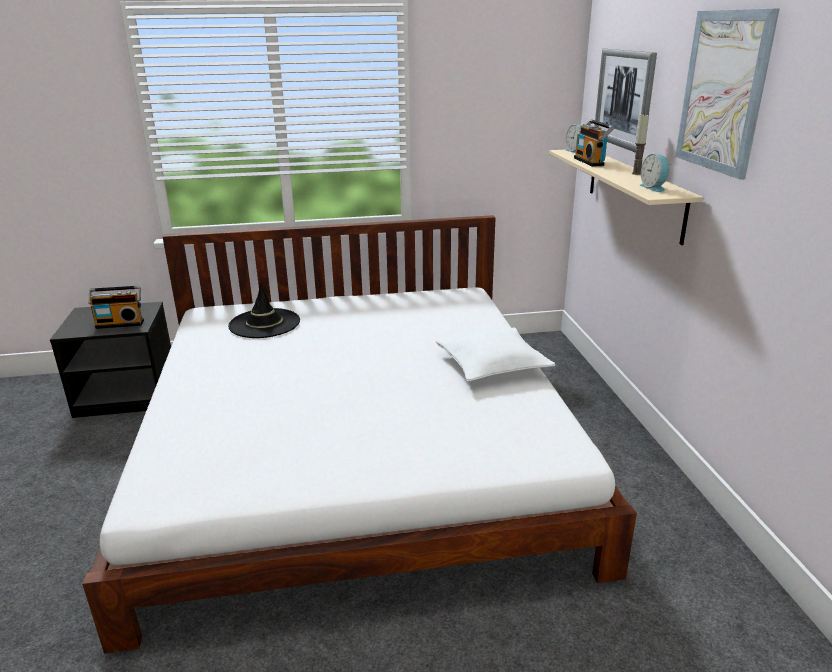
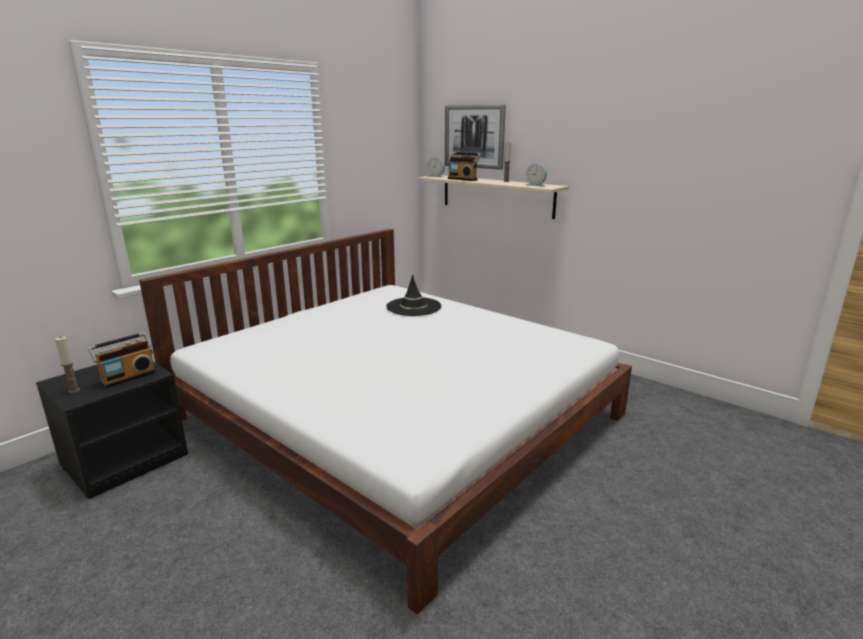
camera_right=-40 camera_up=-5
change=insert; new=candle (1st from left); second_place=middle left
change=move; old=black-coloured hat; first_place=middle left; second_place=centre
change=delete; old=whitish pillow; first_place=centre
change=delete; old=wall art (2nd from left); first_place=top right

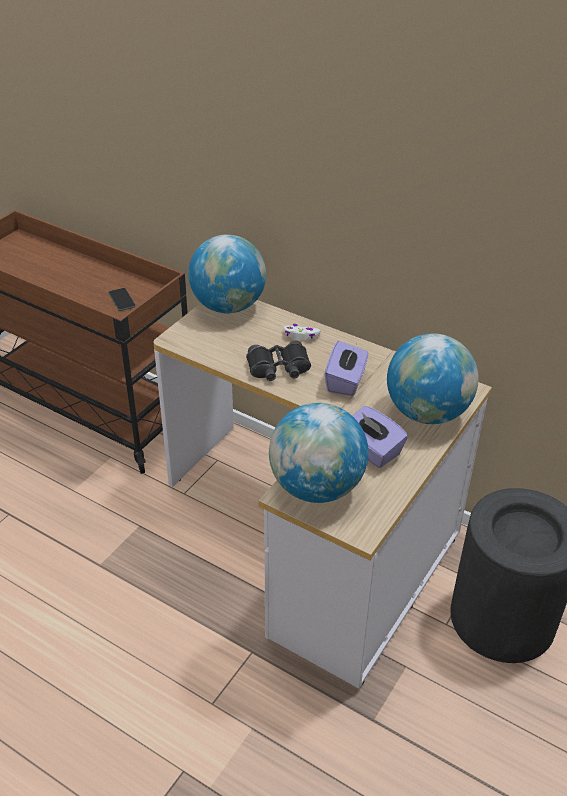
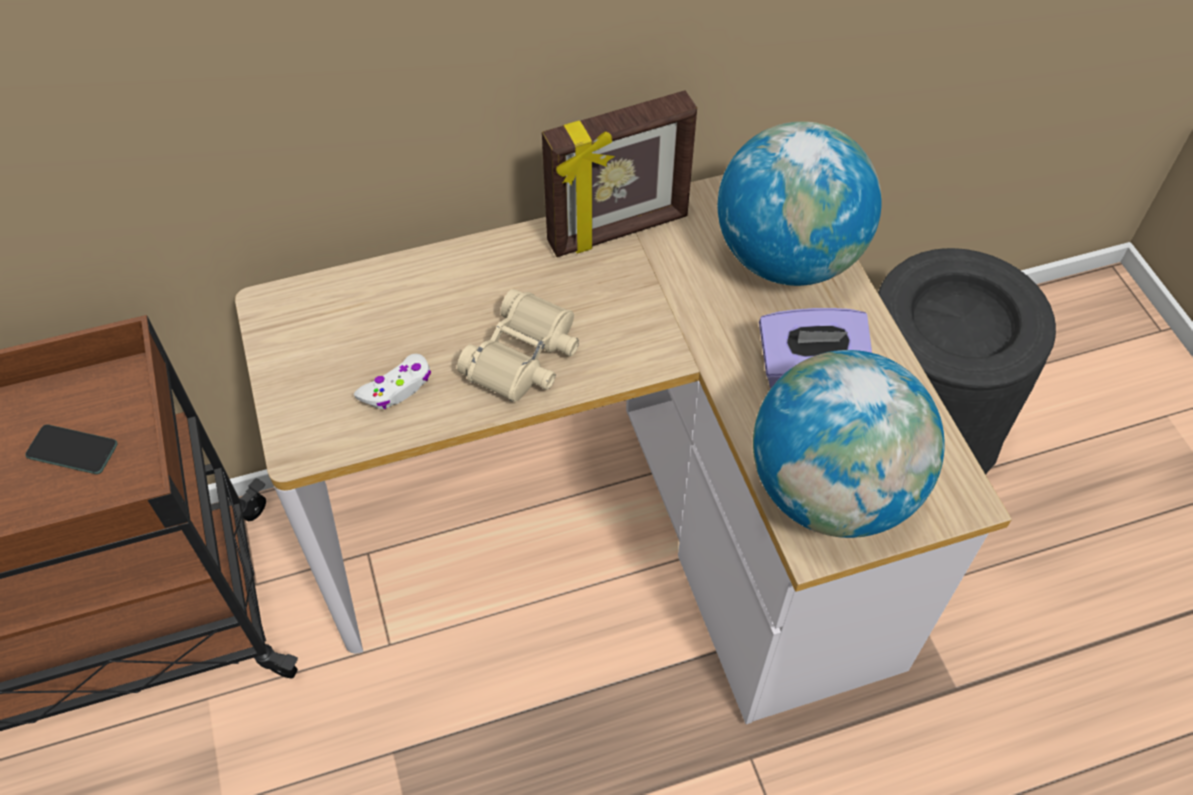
camera_right=-50 camera_up=15
change=move; old=whitish game controller; first_place=centre; second_place=middle left
change=recolor; old=black-coloured field glasses; new=beige field glasses; first_place=centre; second_place=centre
change=insert; new=standing frame; second_place=top centre
change=delete; old=world globe (1st from left); first_place=centre
change=delete; old=purple tissue holder (1st from left); first_place=centre

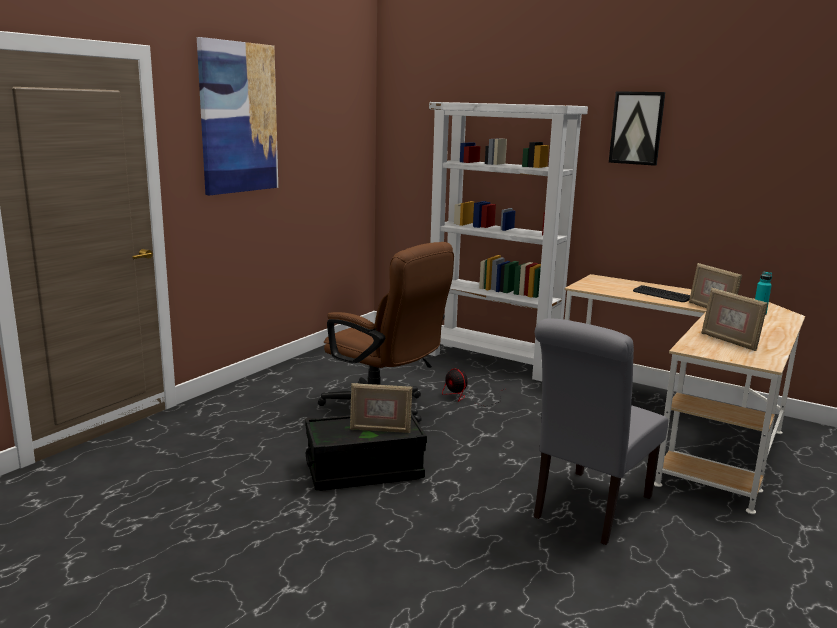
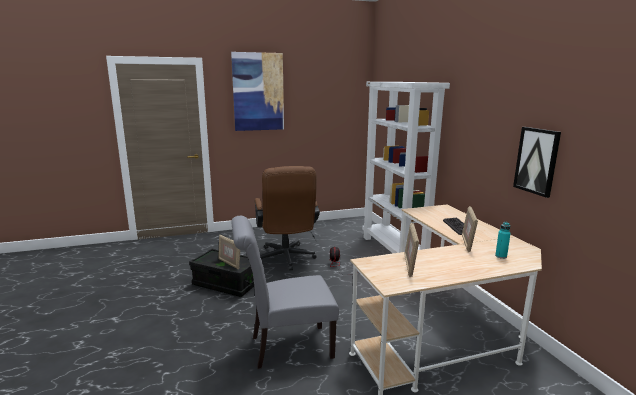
camera_right=40 camera_up=0
change=move; old=wall art (2nd from left); first_place=top right; second_place=middle right

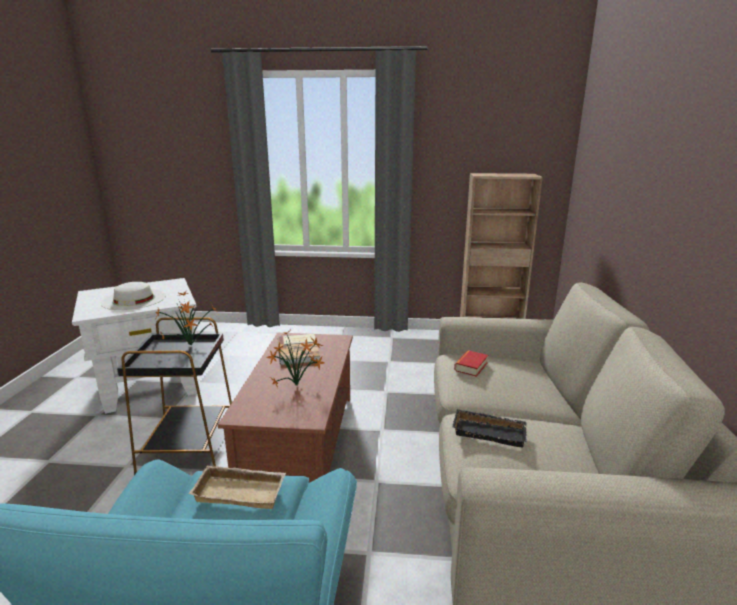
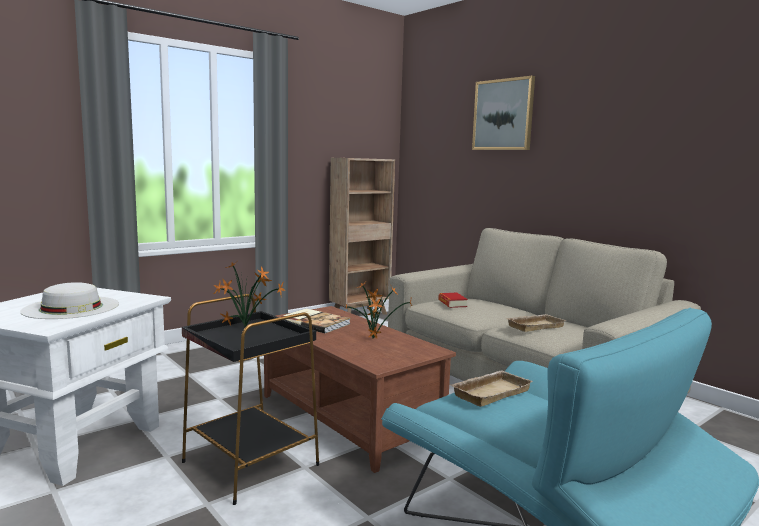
camera_right=-45 camera_up=-10
change=insert; new=wall art; second_place=top centre
change=recolor; old=black-coloured carrying tray; new=beige carrying tray (2nd from left); first_place=bottom centre; second_place=middle right

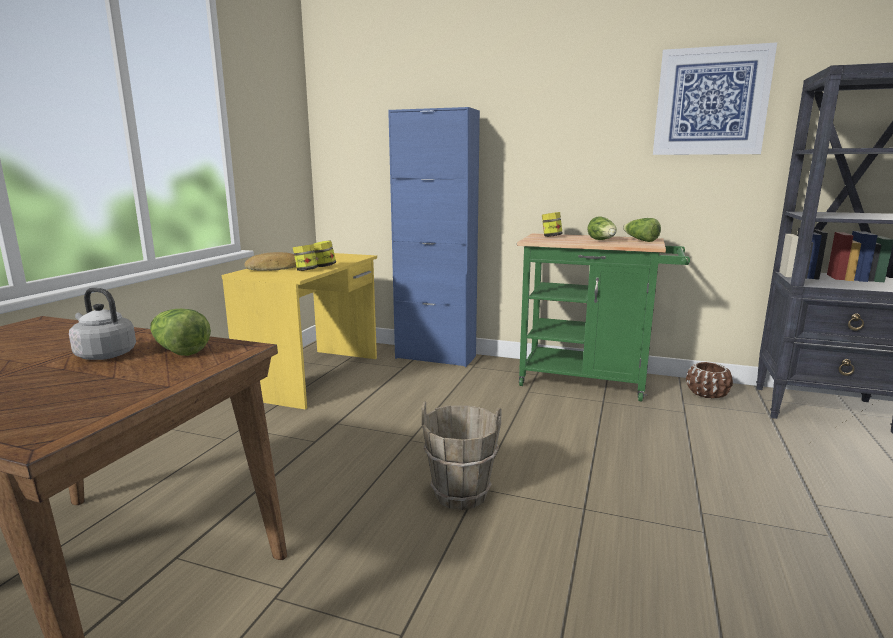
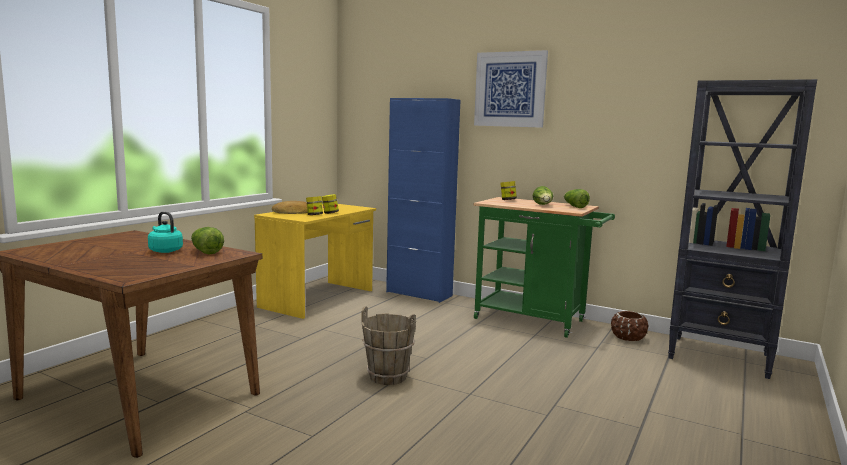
camera_right=10 camera_up=-5
change=recolor; old=greyish tea kettle; new=blue-green tea kettle; first_place=middle left; second_place=middle left
change=move; old=wall art; first_place=top right; second_place=top centre

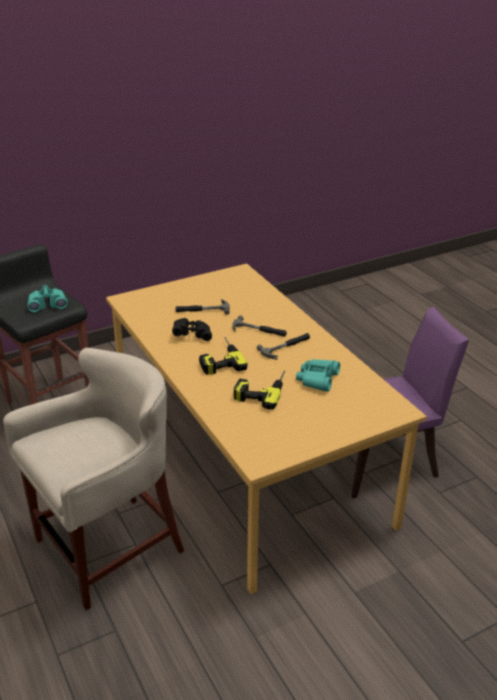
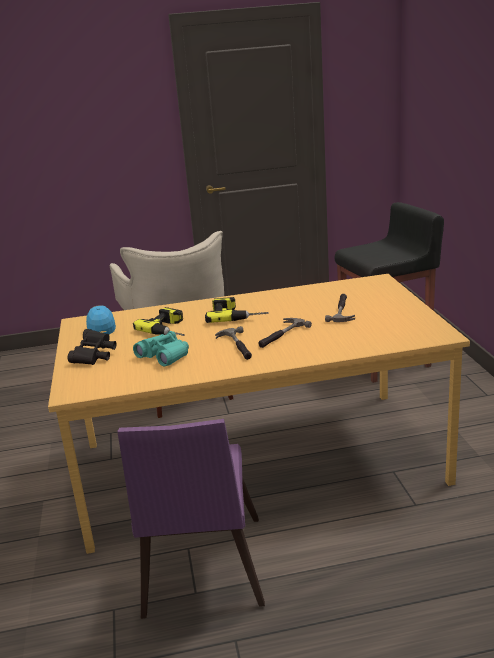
camera_right=110 camera_up=-10
change=move; old=black-coloured field glasses; first_place=centre; second_place=middle left
change=insert; new=bluish cap; second_place=middle left
change=delete; old=blue-green field glasses (1st from left); first_place=middle left

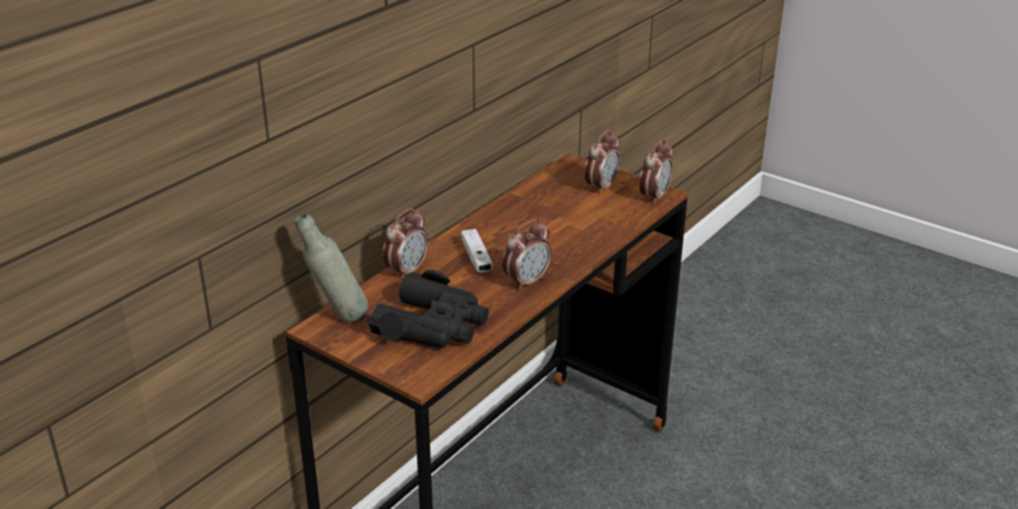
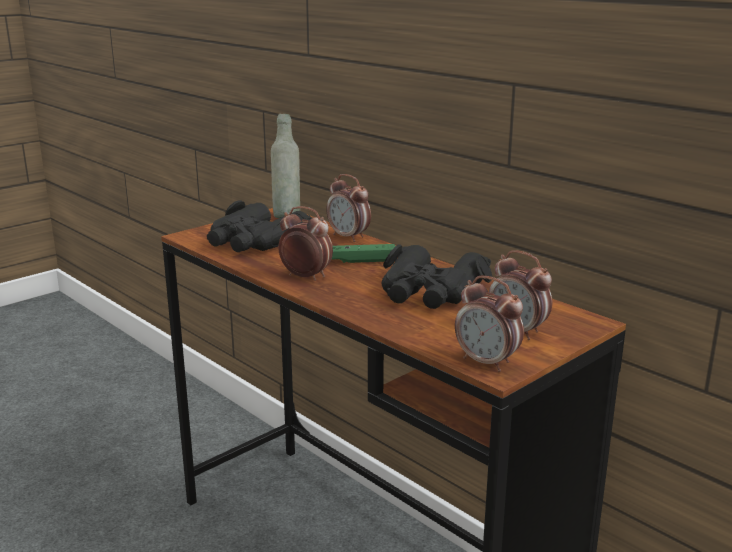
camera_right=100 camera_up=-10
change=rotate; old=table clock (2nd from left in the first image); first_place=centre; second_place=centre; degrees=150
change=recolor; old=whitish game controller; new=greenish game controller; first_place=centre; second_place=centre
change=insert; new=black-coloured field glasses (2nd from left); second_place=centre

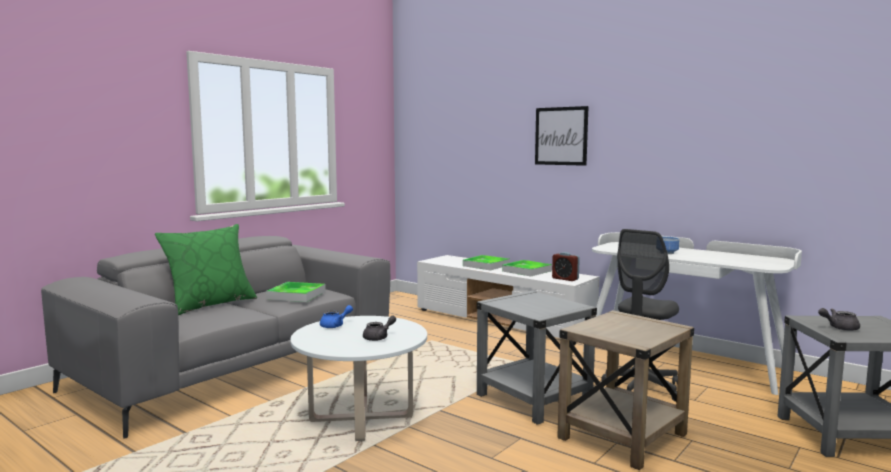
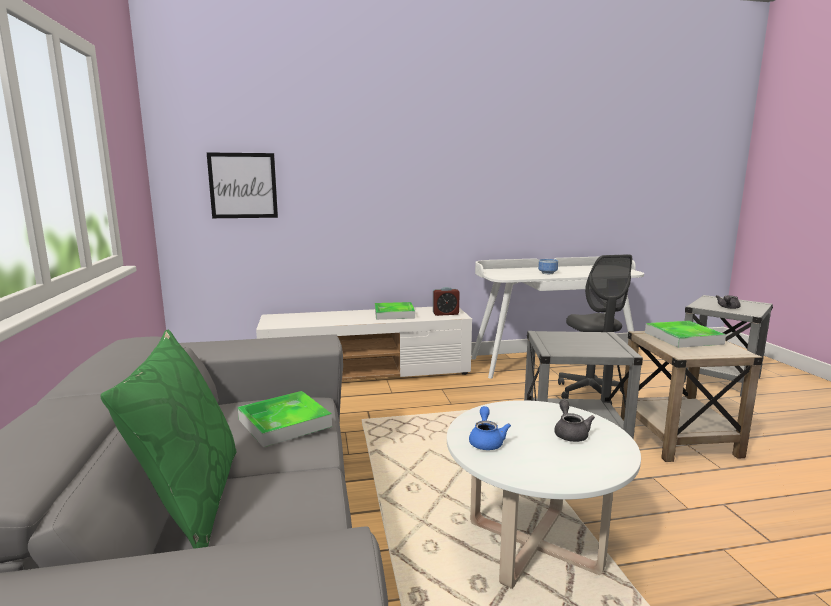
camera_right=-50 camera_up=5
change=move; old=wall art; first_place=top centre; second_place=top left
change=move; old=carrying tray (2nd from left in the first image); new=carrying tray (3rd from left); first_place=centre; second_place=middle right

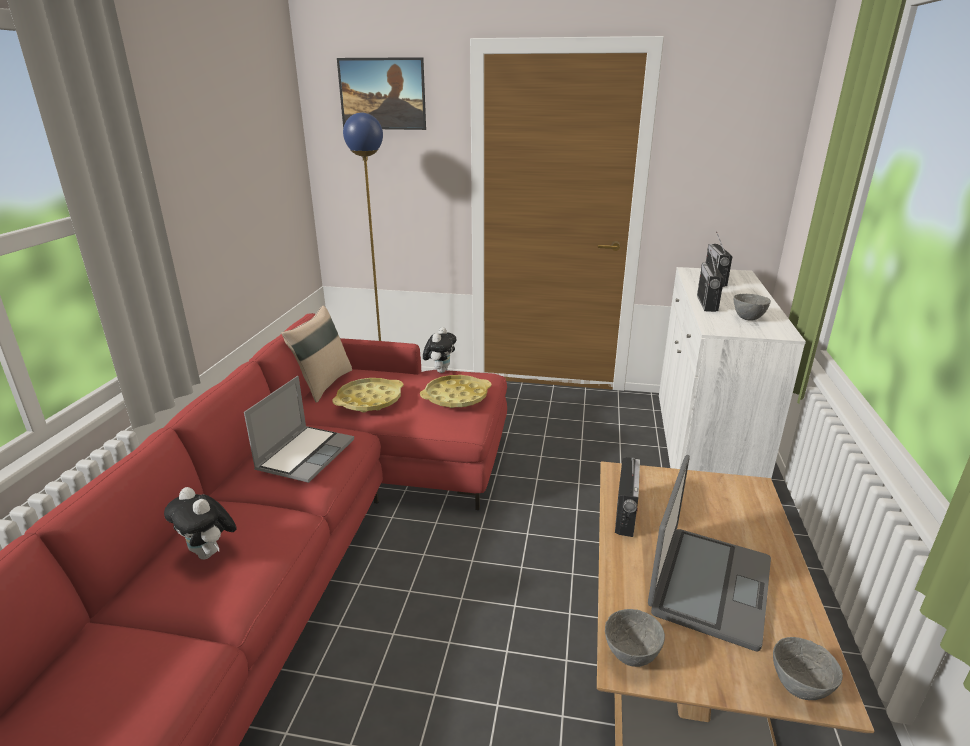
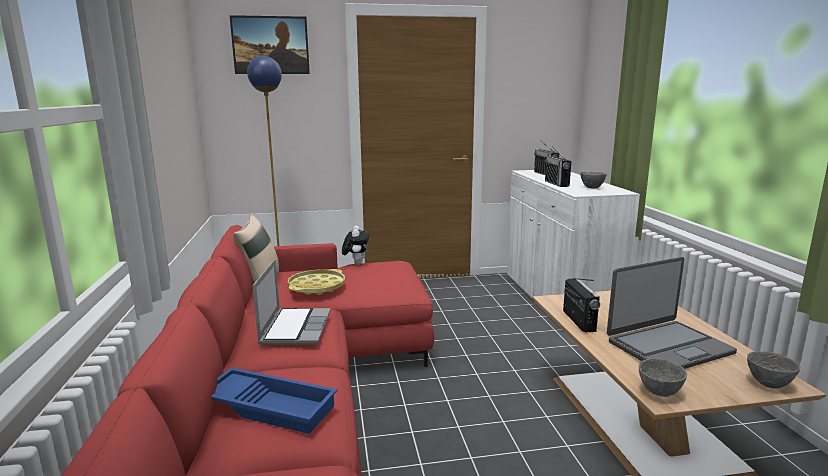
camera_right=-20 camera_up=-10
change=replace; old=plush toy (1st from left); new=bluish carrying tray; first_place=bottom left; second_place=bottom left
change=rotate; old=portable computer (2nd from left); first_place=bottom right; second_place=middle right; degrees=60
change=delete; old=yellow-coloured carrying tray (2nd from left); first_place=centre

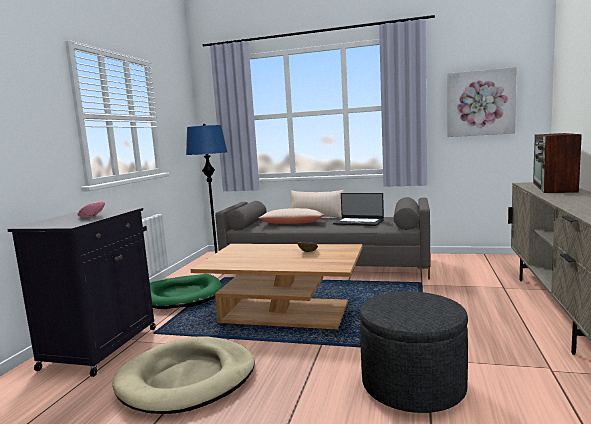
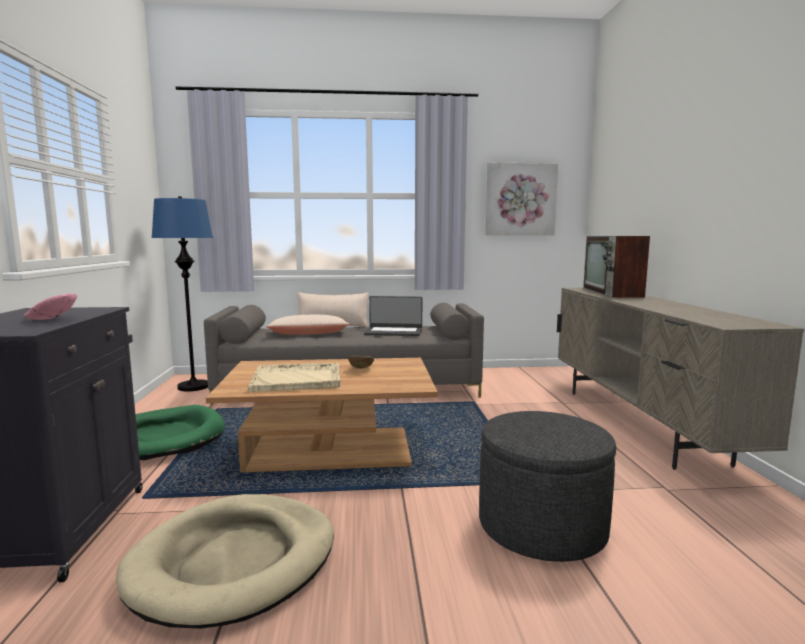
camera_right=-20 camera_up=0
change=insert; new=beige carrying tray; second_place=centre

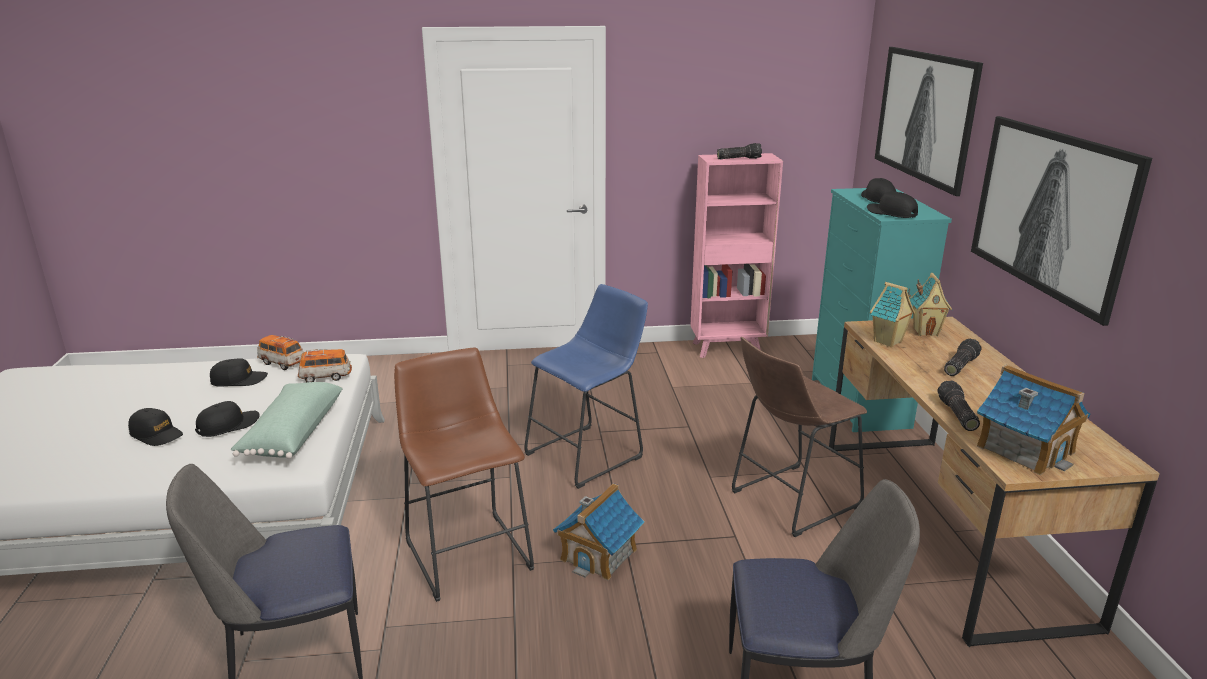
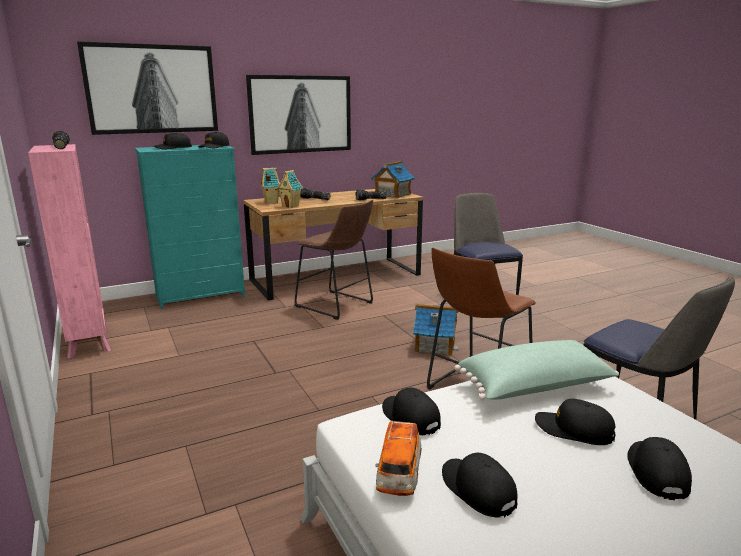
camera_right=-110 camera_up=-5
change=replace; old=miniature car (2nd from left); new=black-coloured cap (3rd from left); first_place=middle left; second_place=bottom centre
change=delete; old=bluish stool; first_place=centre

